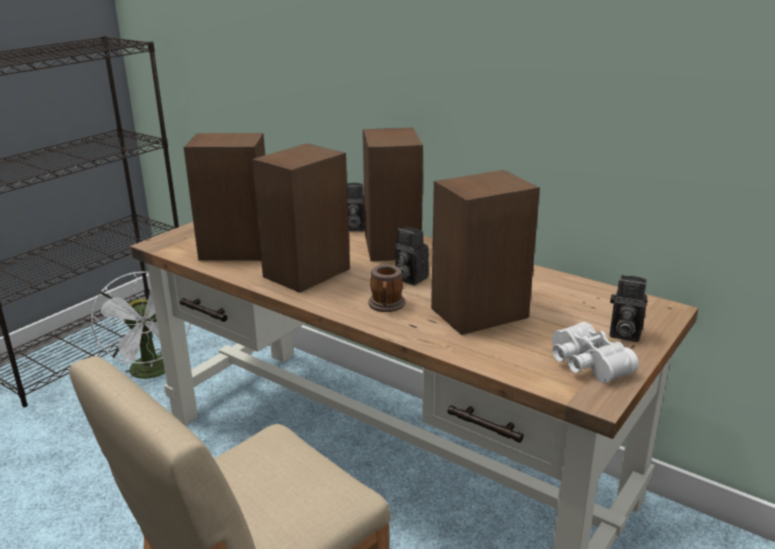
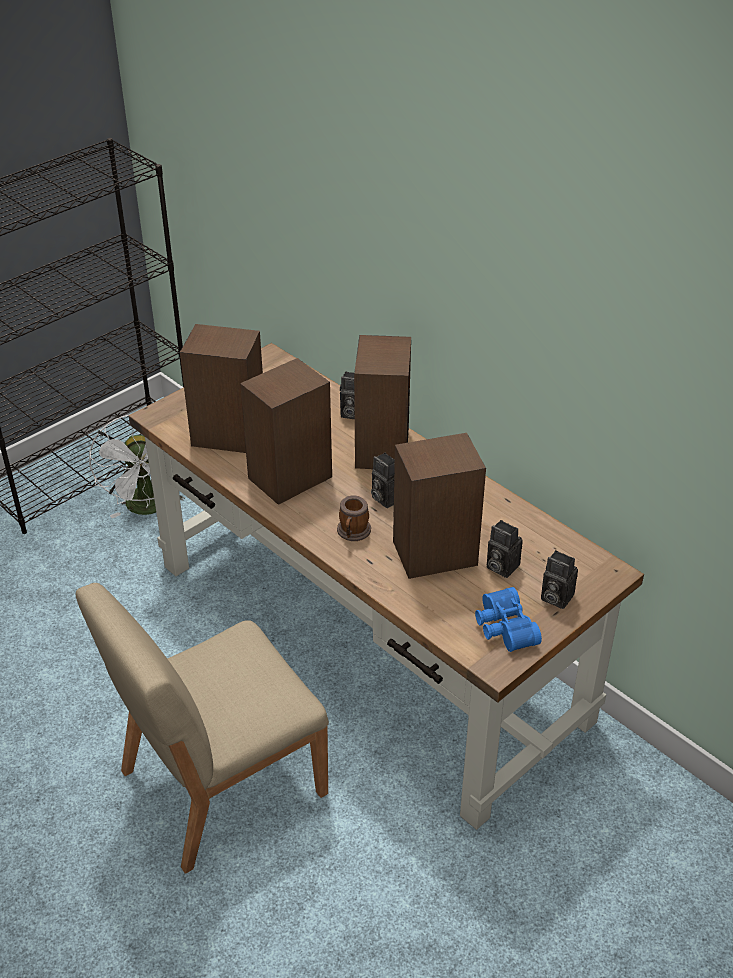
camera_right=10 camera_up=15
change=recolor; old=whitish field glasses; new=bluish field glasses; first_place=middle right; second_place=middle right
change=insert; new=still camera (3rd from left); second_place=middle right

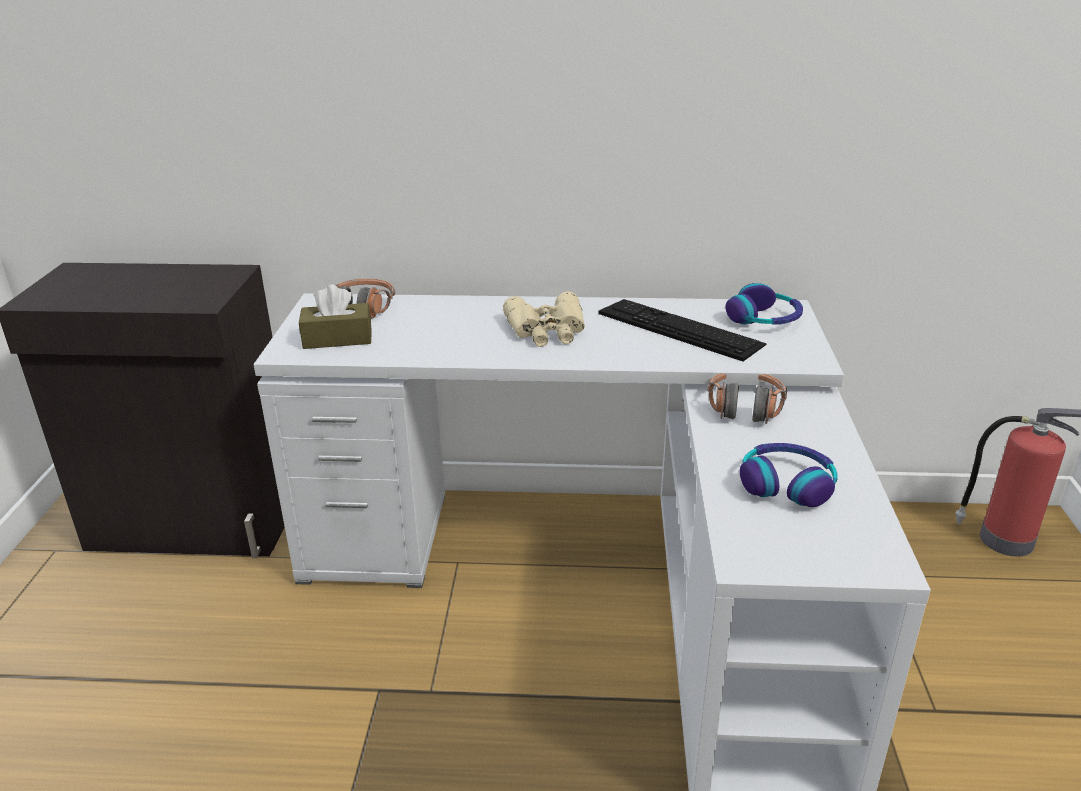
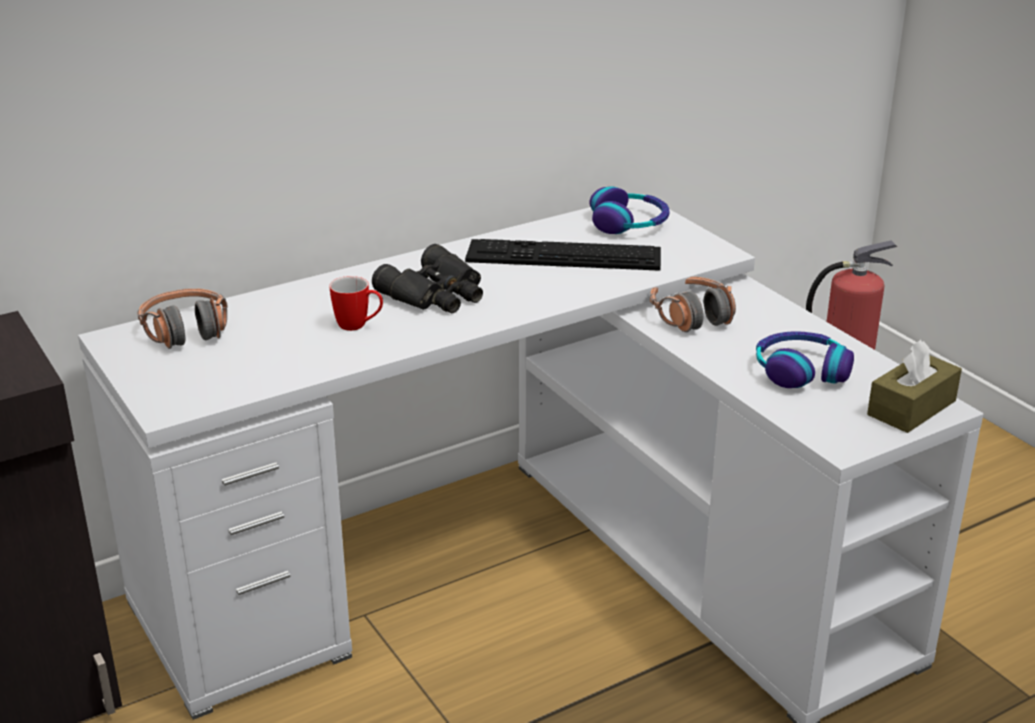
camera_right=-35 camera_up=0
change=insert; new=coffee mug; second_place=centre
change=recolor; old=beige field glasses; new=black-coloured field glasses; first_place=centre; second_place=centre
change=move; old=brown-coloured tissue holder; first_place=middle left; second_place=middle right

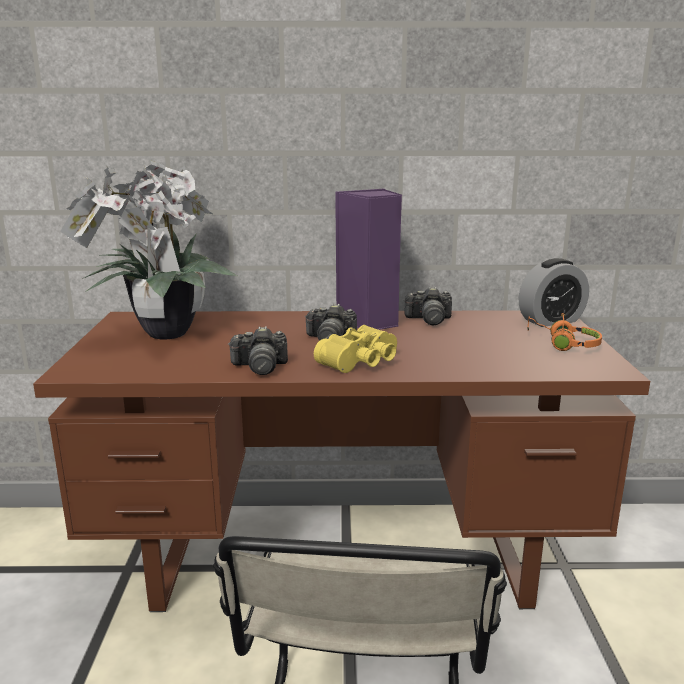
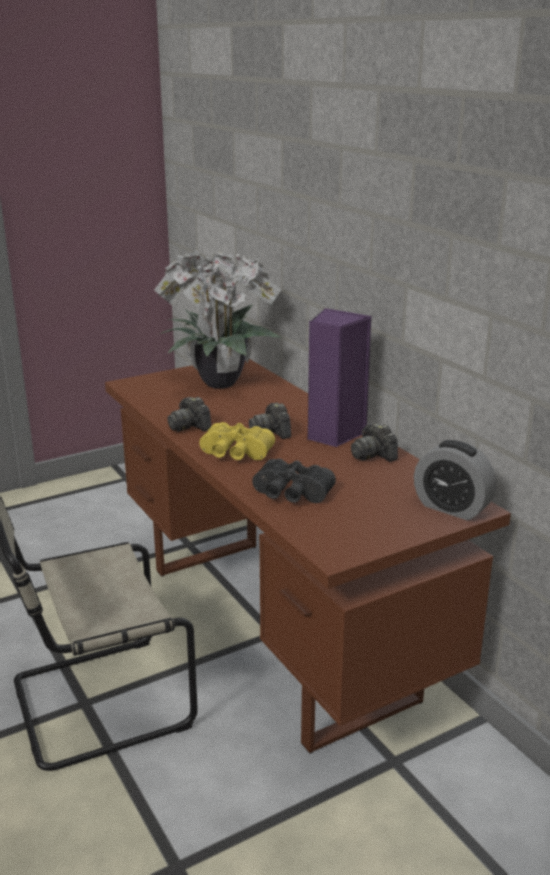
camera_right=60 camera_up=5
change=insert; new=black-coloured field glasses; second_place=centre
change=delete; old=orange-coloured pair of headphones; first_place=middle right

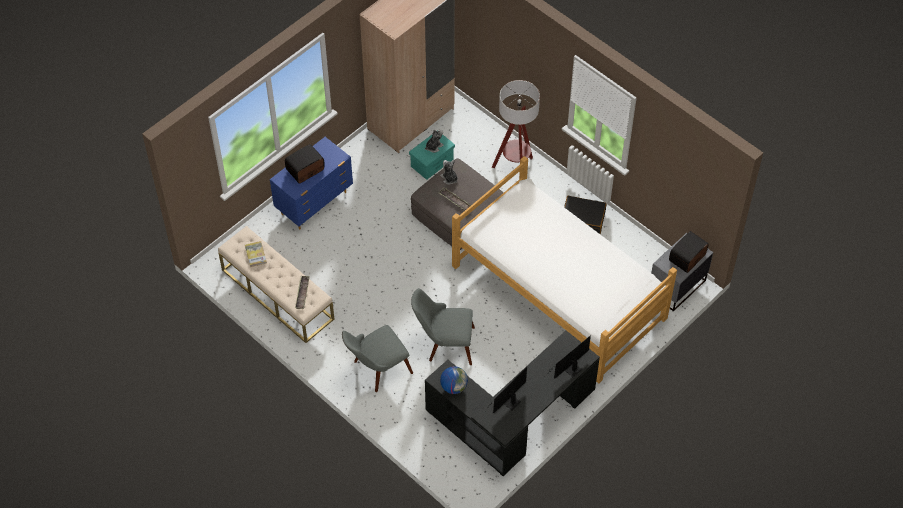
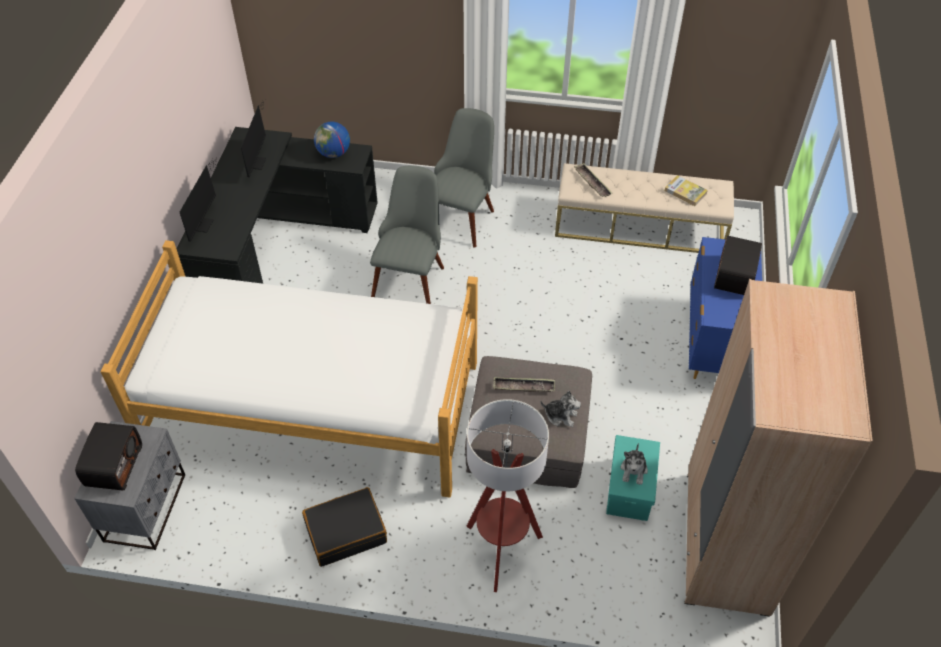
camera_right=145 camera_up=-5
change=rotate; old=greyish plain chair (2nd from left in the first image); first_place=centre; second_place=centre; degrees=-45

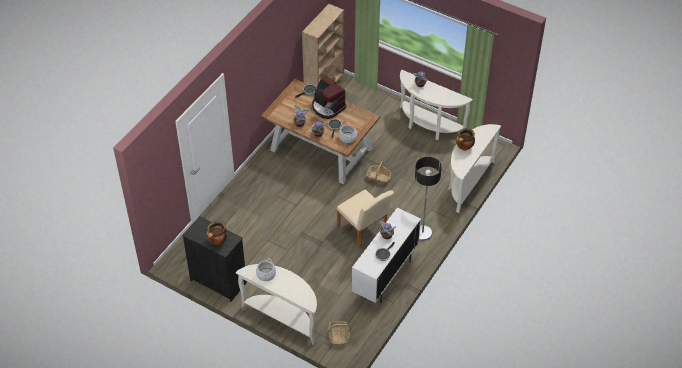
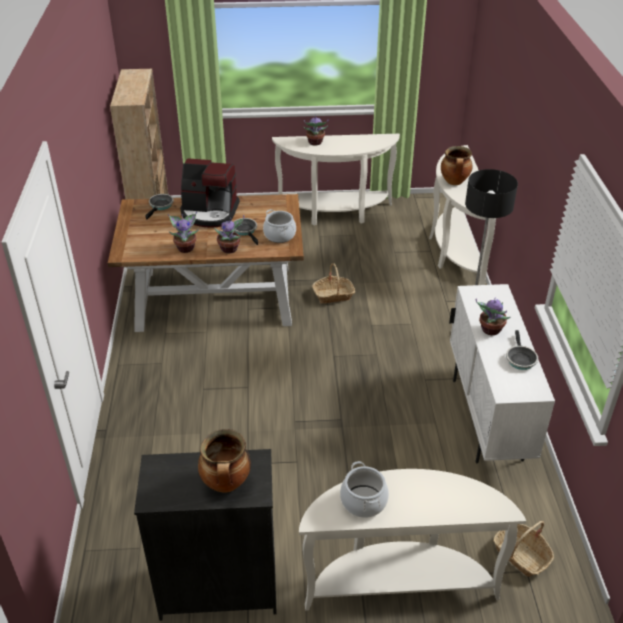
camera_right=-35 camera_up=-10
change=delete; old=beige plain chair; first_place=centre

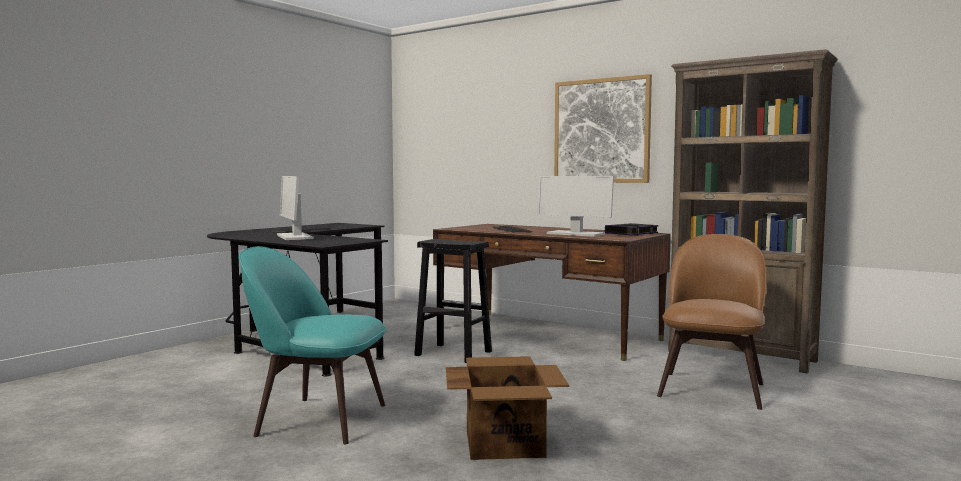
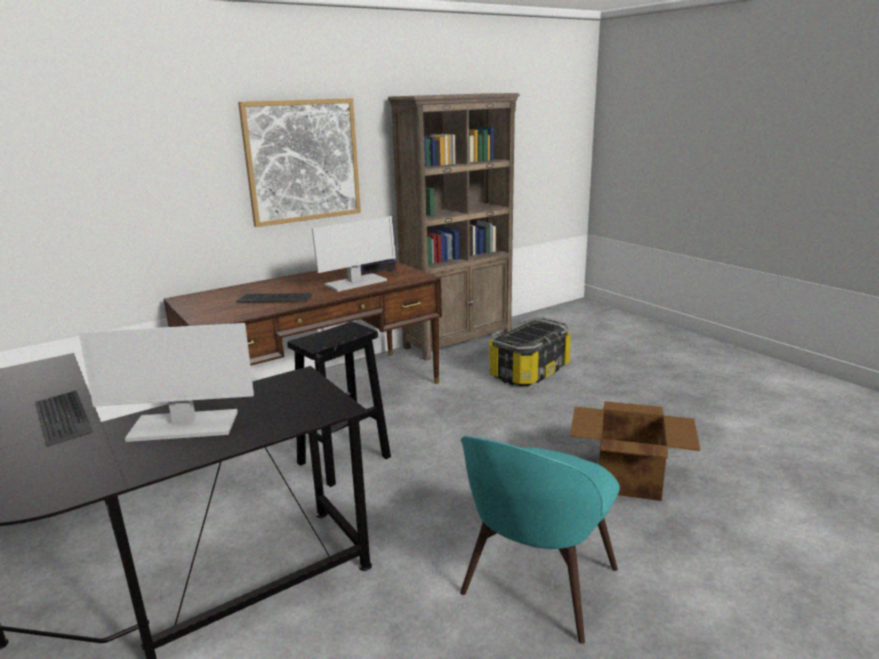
camera_right=-70 camera_up=15
change=replace; old=brown-coloured plain chair; new=storage container; first_place=bottom right; second_place=centre

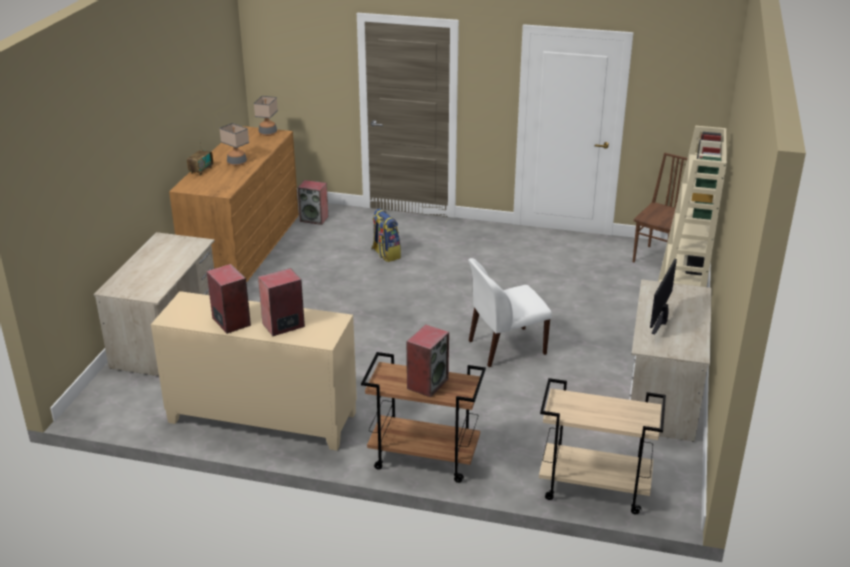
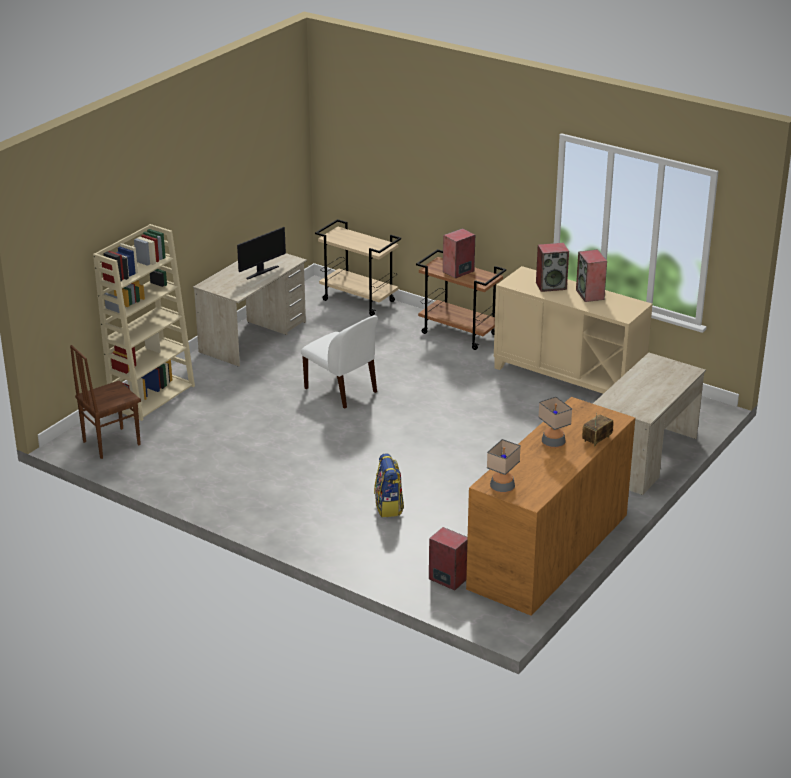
camera_right=-160 camera_up=0
change=rotate; old=whitish plain chair; first_place=centre; second_place=centre; degrees=45

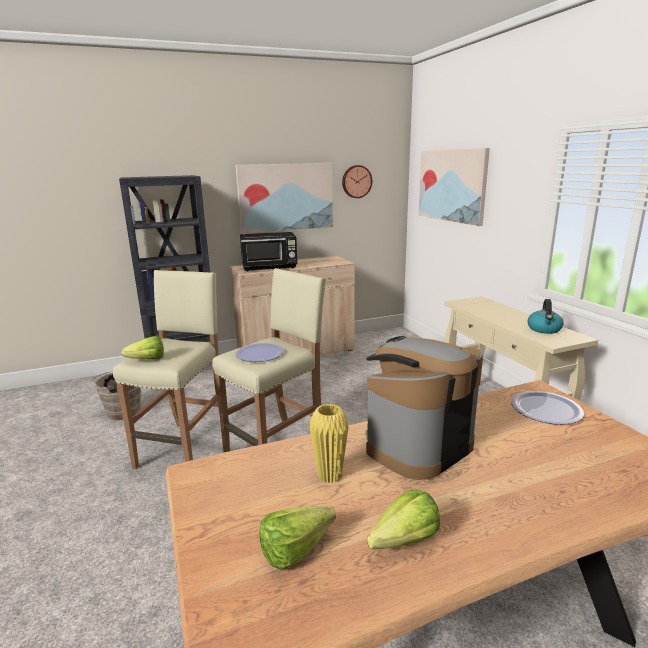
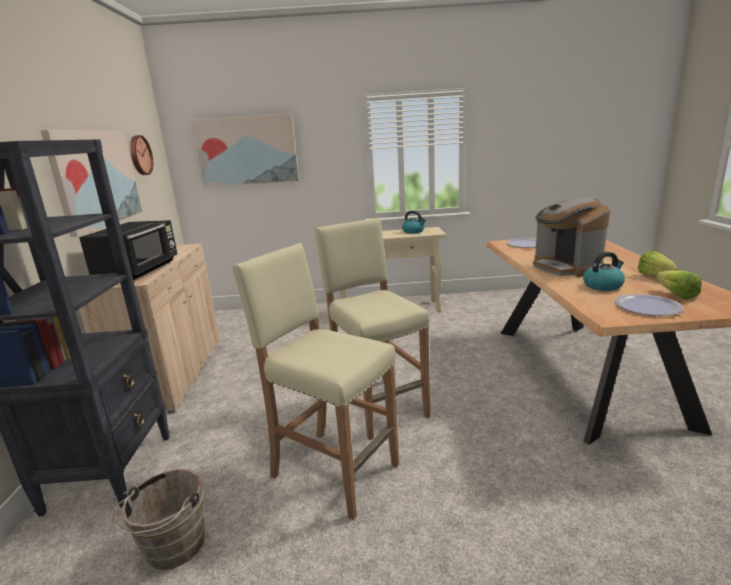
camera_right=-70 camera_up=0
change=replace; old=yellow-coloured vase; new=tea kettle (2nd from left); first_place=bottom centre; second_place=middle right
change=move; old=plate (1st from left in the first image); new=plate (2nd from left); first_place=centre; second_place=middle right
change=delete; old=lettuce head (1st from left); first_place=middle left

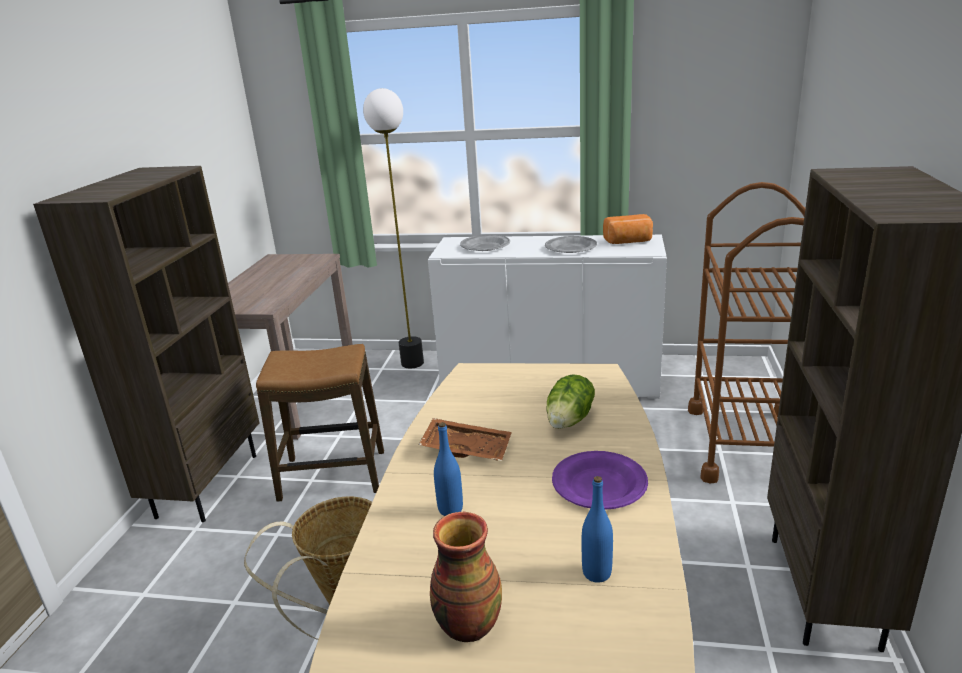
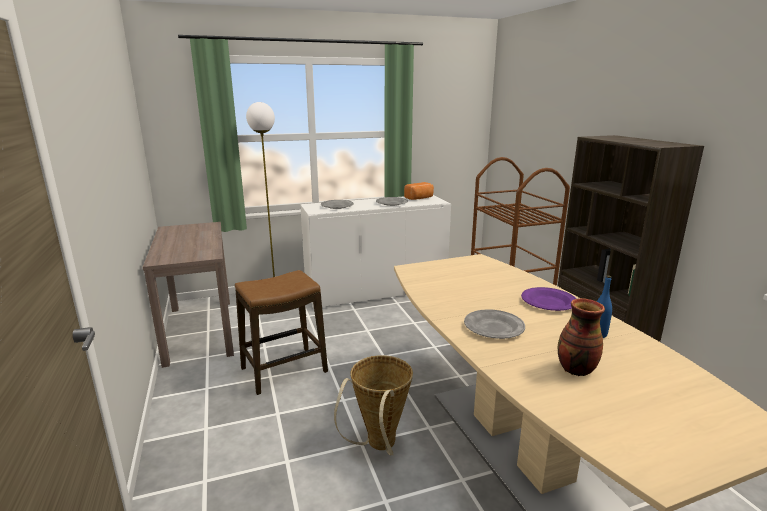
camera_right=-30 camera_up=-5
change=replace; old=bluish beverage bottle (1st from left); new=greyish plate (3rd from left); first_place=bottom centre; second_place=centre
change=delete; old=brown-coloured shelving unit (1st from left); first_place=middle left
change=delete; old=brown-coloured carrying tray; first_place=centre
change=delete; old=lettuce head; first_place=centre

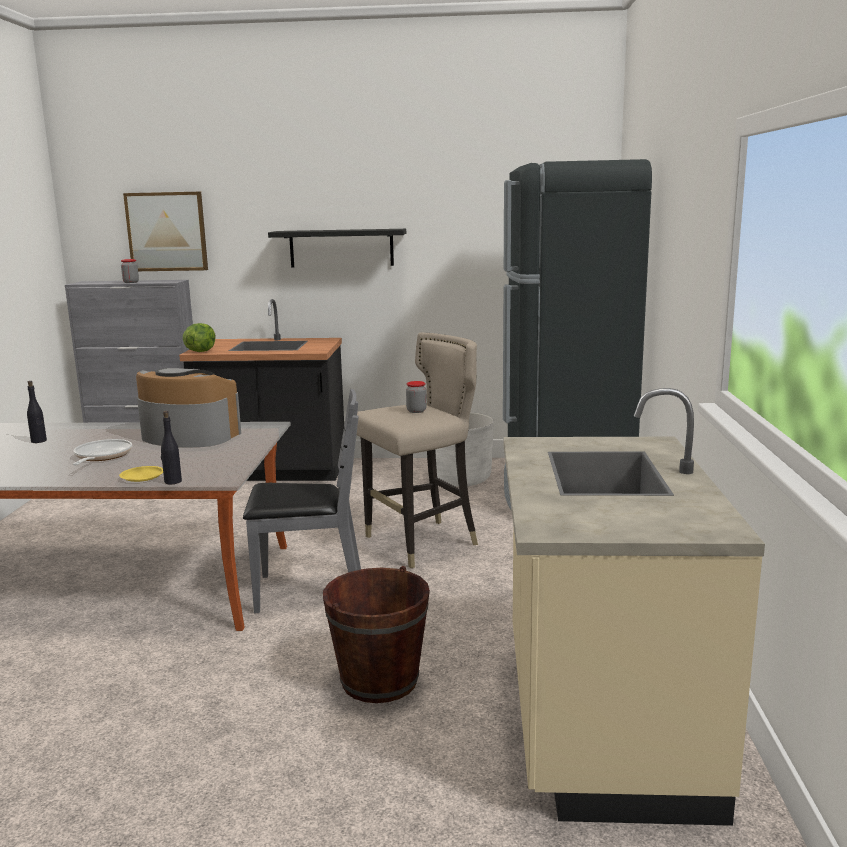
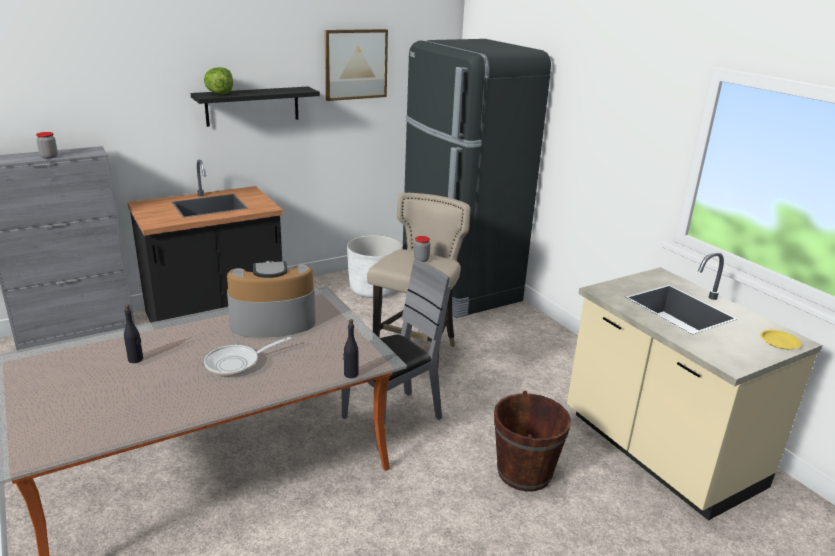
camera_right=-35 camera_up=10
change=move; old=lettuce head; first_place=middle left; second_place=top left
change=rotate; old=skillet; first_place=middle left; second_place=middle left; degrees=-90
change=move; old=wall art; first_place=top left; second_place=top centre
change=move; old=yellow-coloured plate; first_place=middle left; second_place=middle right

